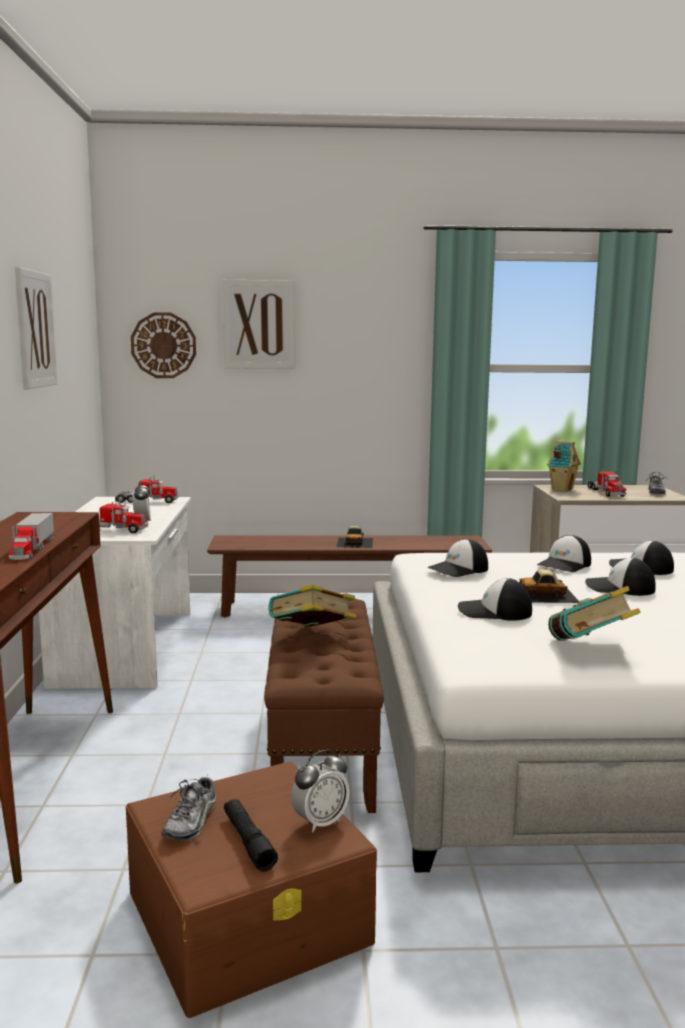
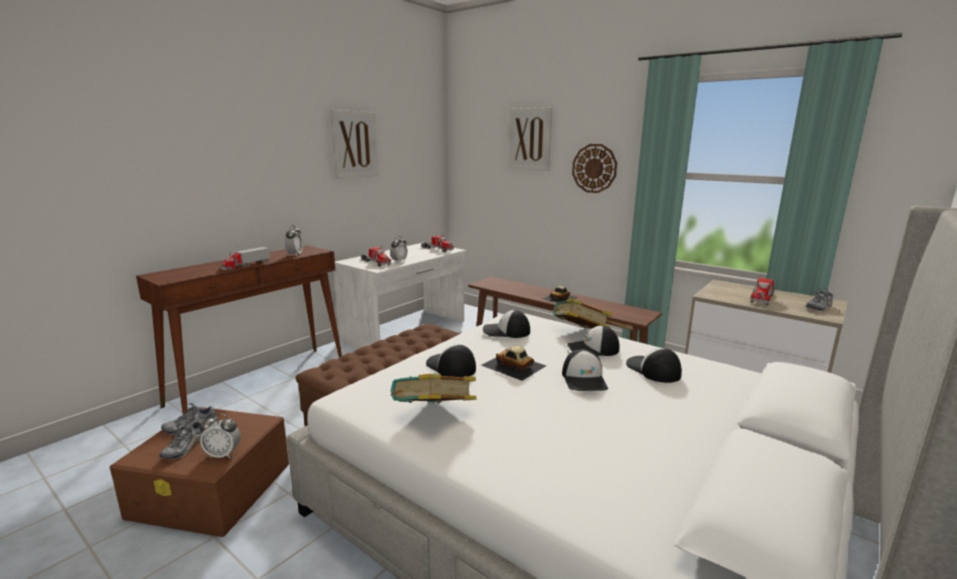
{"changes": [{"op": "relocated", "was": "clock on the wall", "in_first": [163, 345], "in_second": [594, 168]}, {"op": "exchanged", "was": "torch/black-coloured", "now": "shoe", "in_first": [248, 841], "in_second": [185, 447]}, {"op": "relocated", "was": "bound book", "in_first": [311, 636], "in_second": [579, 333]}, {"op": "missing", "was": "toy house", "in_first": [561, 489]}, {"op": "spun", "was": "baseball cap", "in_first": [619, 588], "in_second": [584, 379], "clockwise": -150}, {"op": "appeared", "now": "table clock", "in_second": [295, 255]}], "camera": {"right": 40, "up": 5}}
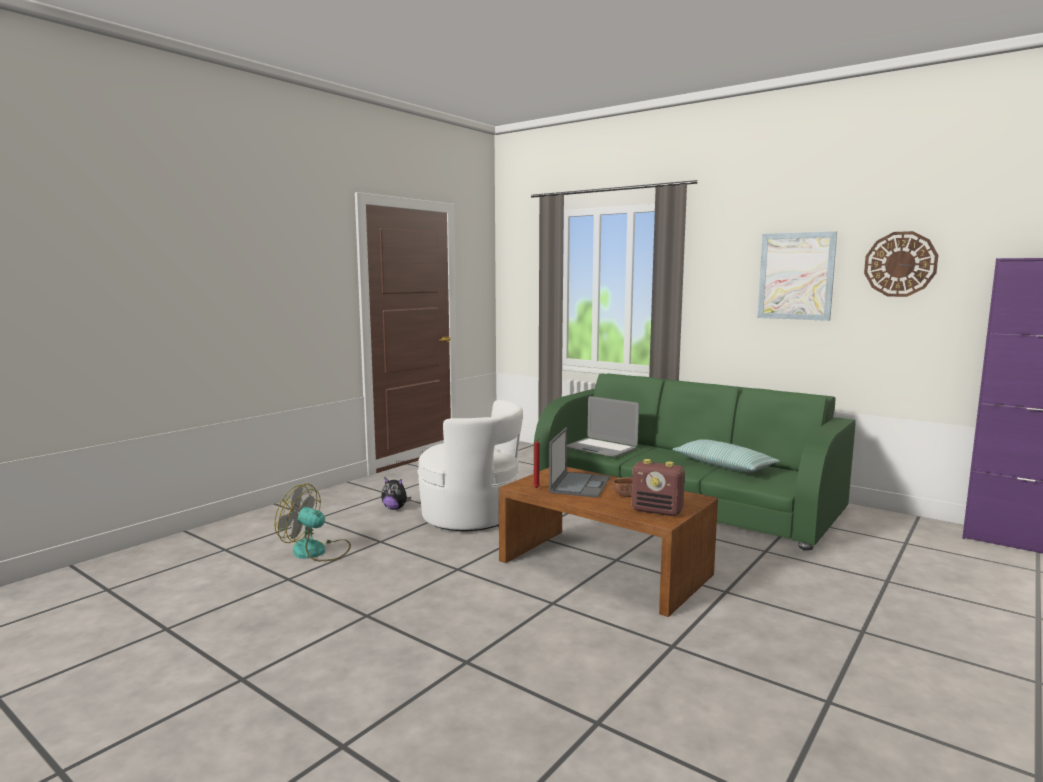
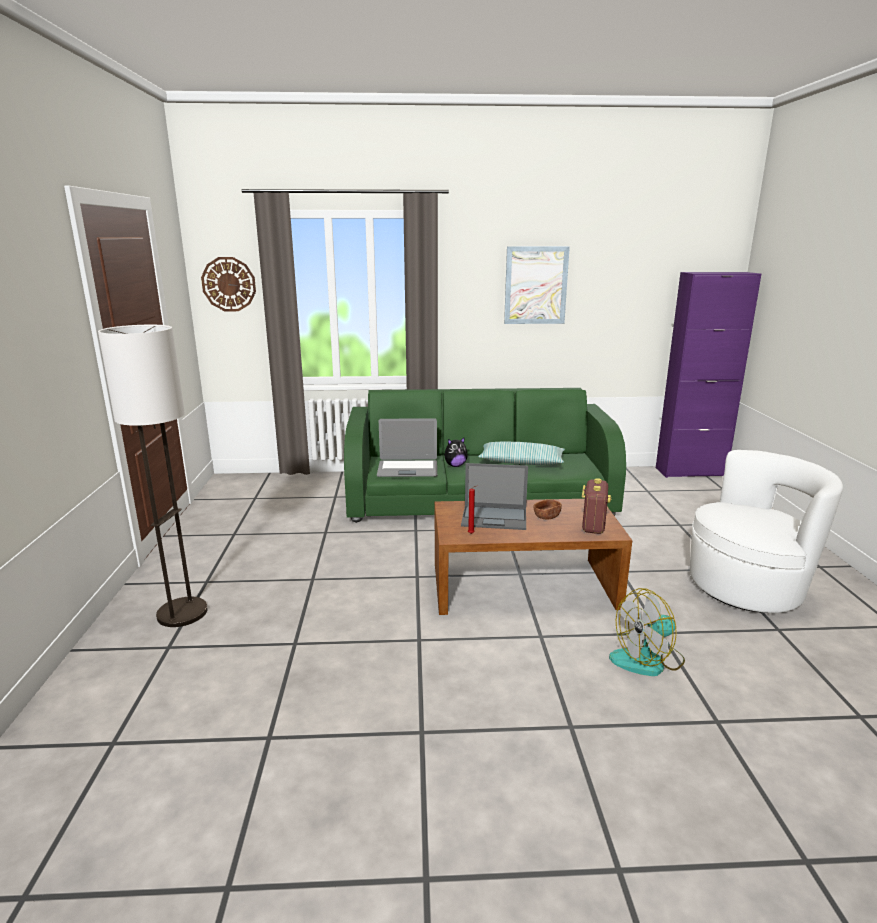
{"changes": [{"op": "relocated", "was": "electric fan", "in_first": [317, 551], "in_second": [647, 660]}, {"op": "relocated", "was": "cuddly toy", "in_first": [395, 508], "in_second": [455, 465]}, {"op": "relocated", "was": "armchair/whitish", "in_first": [471, 516], "in_second": [747, 586]}, {"op": "spun", "was": "portable computer", "in_first": [580, 484], "in_second": [495, 518], "clockwise": 120}, {"op": "spun", "was": "radio receiver", "in_first": [657, 511], "in_second": [593, 525], "clockwise": -60}, {"op": "relocated", "was": "clock on the wall", "in_first": [900, 264], "in_second": [229, 284]}, {"op": "appeared", "now": "standing lamp", "in_second": [182, 613]}], "camera": {"right": -40, "up": 10}}
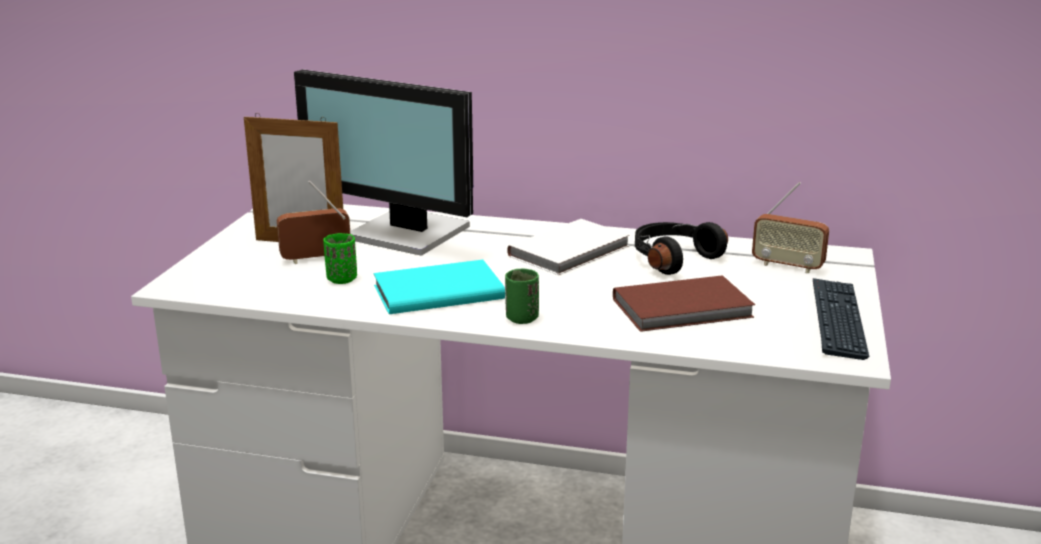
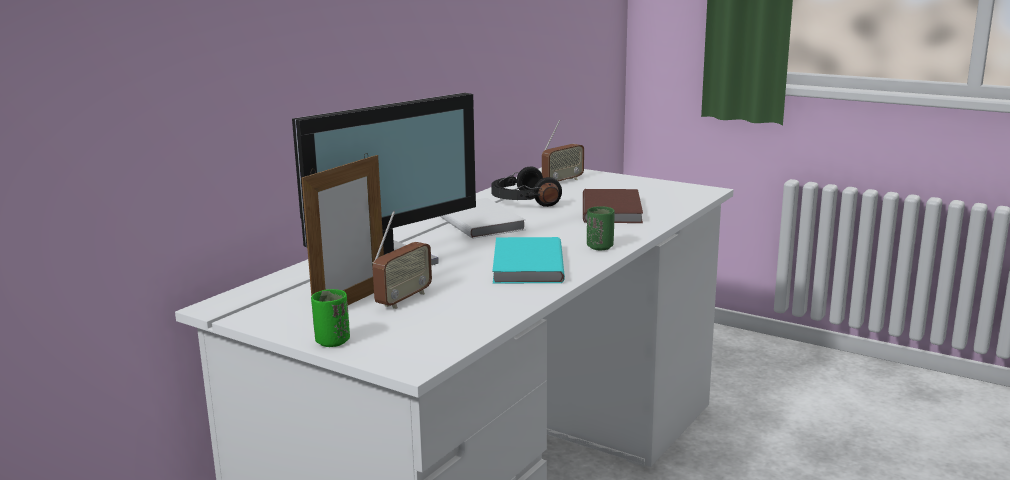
{"changes": [{"op": "spun", "was": "radio receiver", "in_first": [316, 259], "in_second": [403, 299], "clockwise": -150}, {"op": "relocated", "was": "drinking cup/green", "in_first": [342, 279], "in_second": [332, 341]}, {"op": "missing", "was": "computer keyboard", "in_first": [838, 319]}], "camera": {"right": -70, "up": -5}}
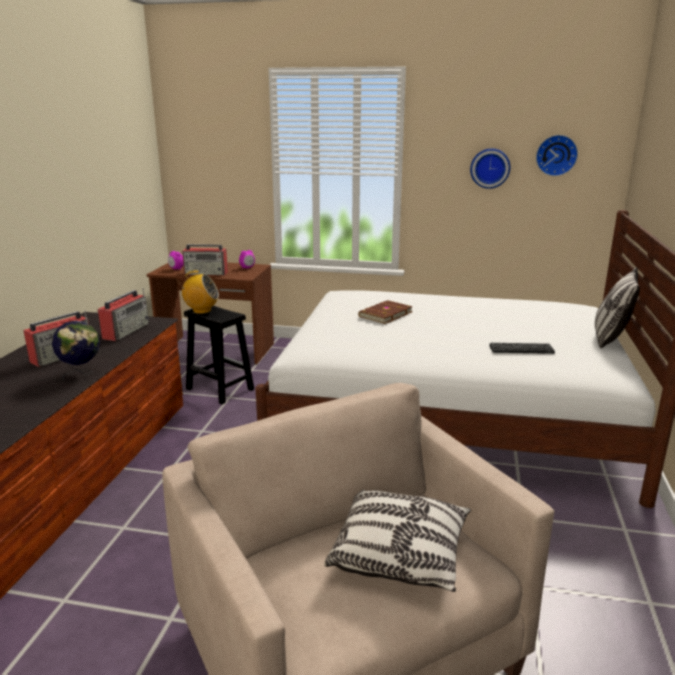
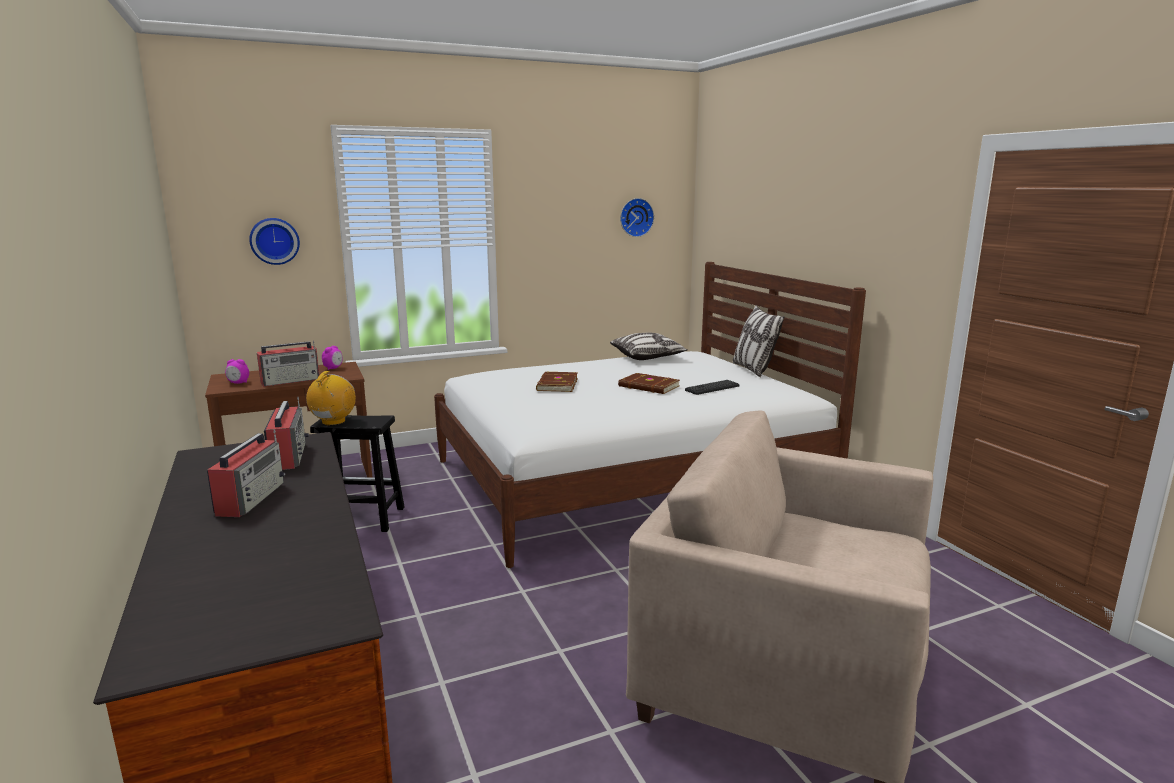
{"changes": [{"op": "missing", "was": "world globe", "in_first": [81, 374]}, {"op": "spun", "was": "radio receiver", "in_first": [201, 311], "in_second": [333, 422], "clockwise": -45}, {"op": "relocated", "was": "cushion", "in_first": [400, 554], "in_second": [648, 357]}, {"op": "relocated", "was": "clock on the wall", "in_first": [490, 168], "in_second": [274, 241]}, {"op": "appeared", "now": "bound book/brown-coloured", "in_second": [648, 386]}], "camera": {"right": -35, "up": -5}}
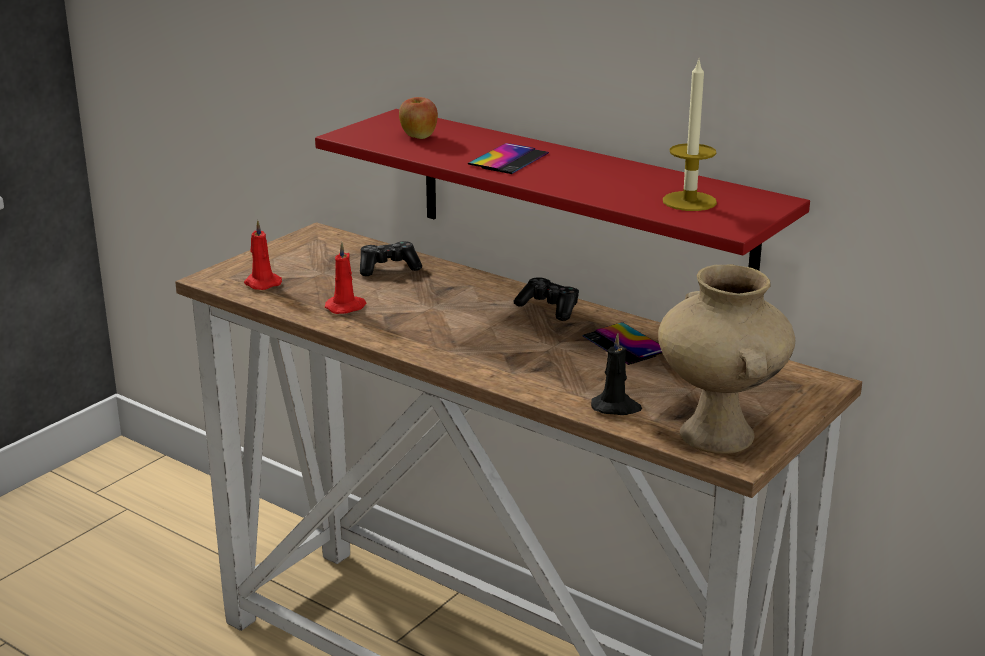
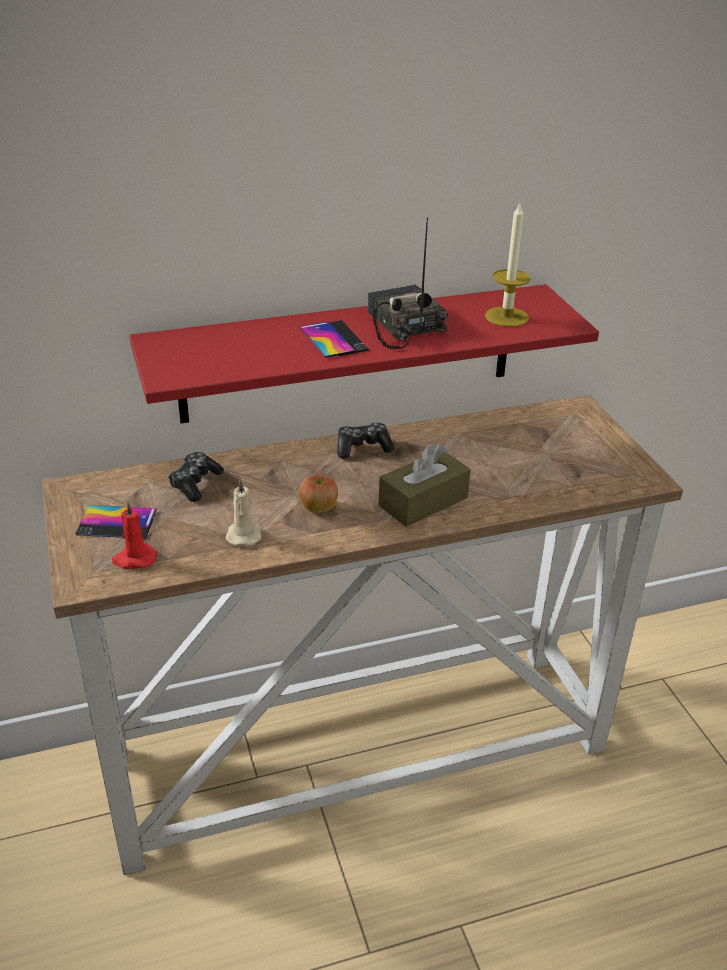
{"changes": [{"op": "colour", "was": "wax candle/red", "now": "wax candle/beige", "in_first": [346, 307], "in_second": [244, 534]}, {"op": "relocated", "was": "whole apple", "in_first": [418, 136], "in_second": [318, 509]}, {"op": "relocated", "was": "handset", "in_first": [625, 344], "in_second": [116, 522]}, {"op": "missing", "was": "wax candle/black-coloured", "in_first": [616, 407]}, {"op": "missing", "was": "vase/beige", "in_first": [719, 435]}, {"op": "appeared", "now": "radio receiver", "in_second": [402, 326]}, {"op": "appeared", "now": "box of tissues/brown-coloured", "in_second": [423, 502]}], "camera": {"right": -55, "up": 10}}
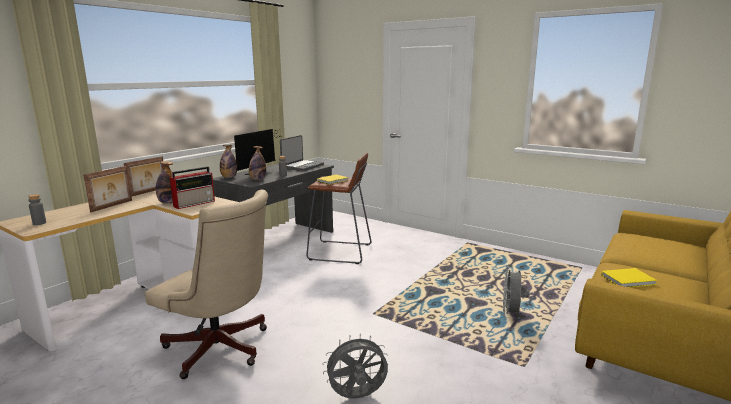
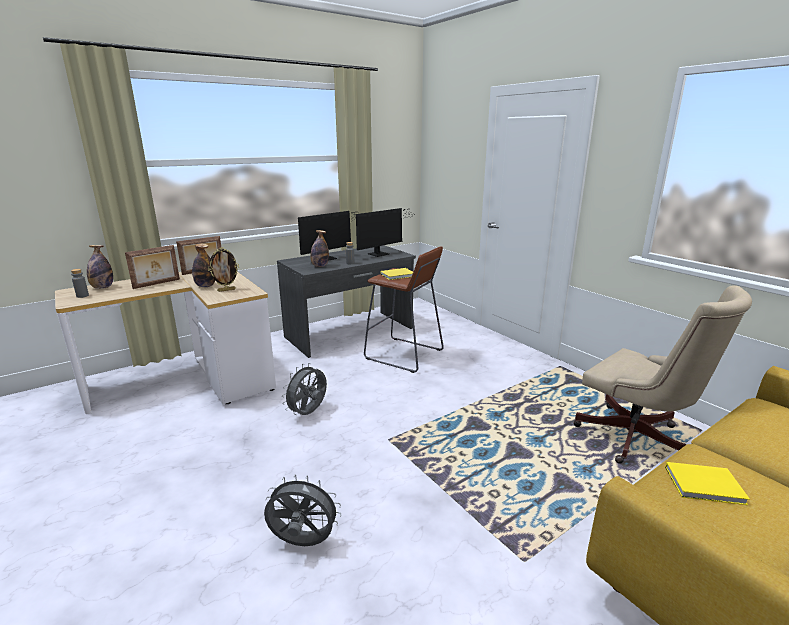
{"changes": [{"op": "relocated", "was": "desk chair/beige", "in_first": [221, 350], "in_second": [637, 440]}, {"op": "exchanged", "was": "radio receiver", "now": "photo frame", "in_first": [195, 203], "in_second": [226, 290]}, {"op": "relocated", "was": "beverage bottle", "in_first": [229, 177], "in_second": [102, 287]}, {"op": "exchanged", "was": "portable computer", "now": "monitor", "in_first": [302, 166], "in_second": [381, 253]}, {"op": "relocated", "was": "electric fan/grey", "in_first": [511, 314], "in_second": [308, 413]}], "camera": {"right": 20, "up": 5}}
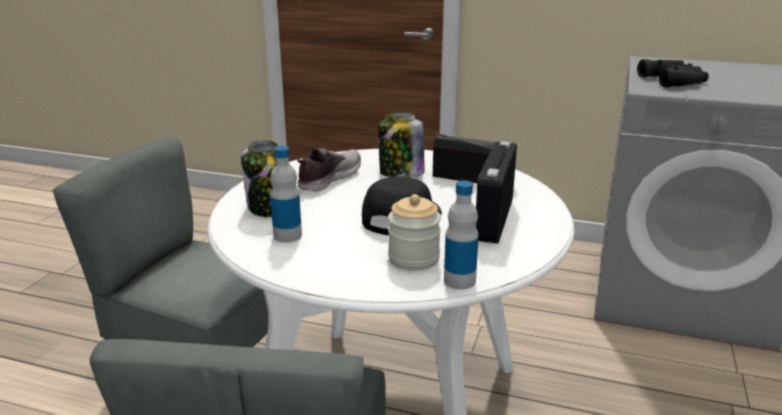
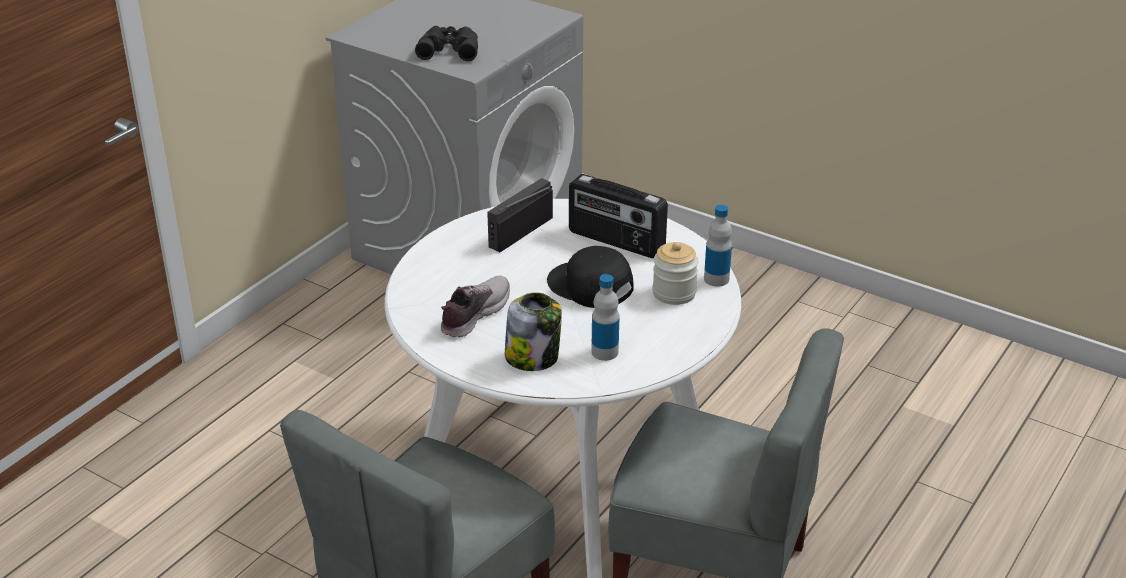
{"changes": [{"op": "spun", "was": "shoe", "in_first": [328, 179], "in_second": [473, 315], "clockwise": 75}, {"op": "missing", "was": "preserve jar", "in_first": [400, 173]}], "camera": {"right": -75, "up": 10}}
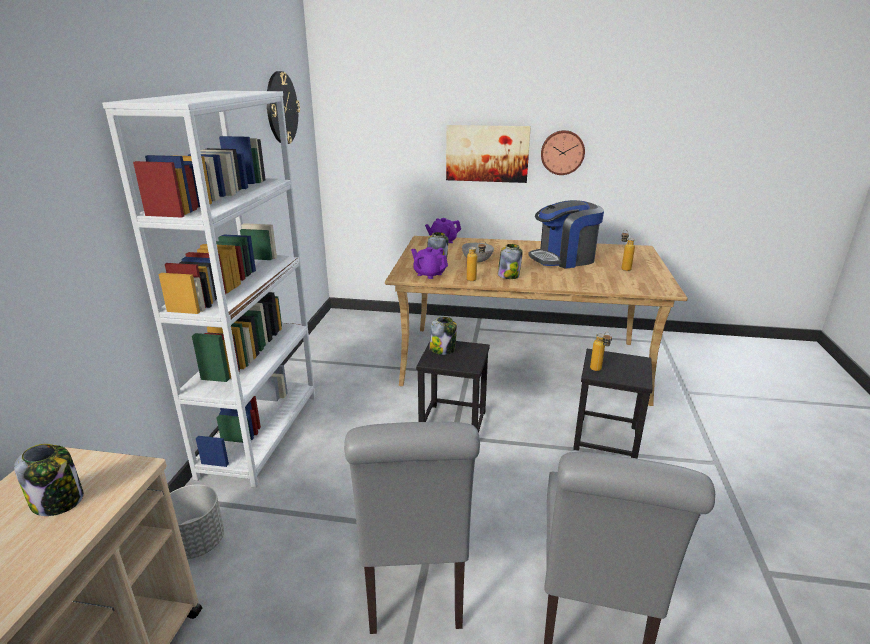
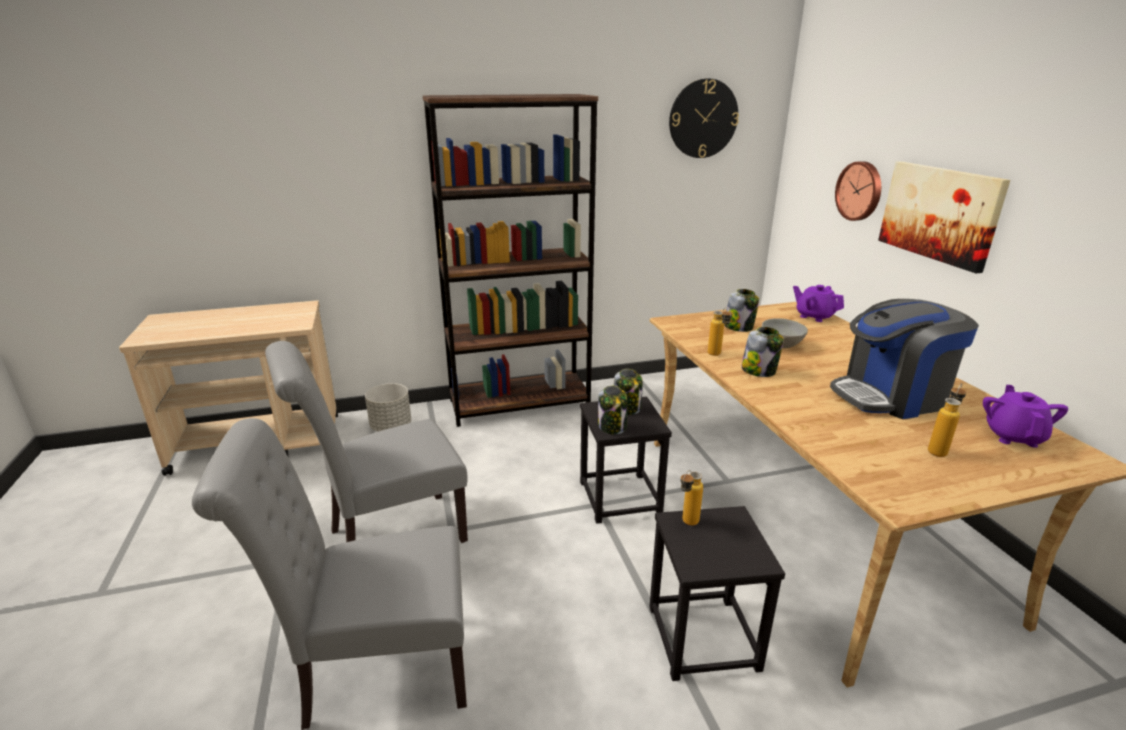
{"changes": [{"op": "relocated", "was": "preserve jar", "in_first": [58, 501], "in_second": [612, 427]}, {"op": "colour", "was": "shelving unit/whitish", "now": "shelving unit/brown-coloured", "in_first": [261, 434], "in_second": [520, 404]}, {"op": "relocated", "was": "teapot/purple-coloured", "in_first": [429, 274], "in_second": [1013, 436]}, {"op": "spun", "was": "coffee machine", "in_first": [564, 259], "in_second": [891, 396], "clockwise": -60}, {"op": "relocated", "was": "clock on the wall", "in_first": [562, 152], "in_second": [860, 191]}], "camera": {"right": 65, "up": 0}}
